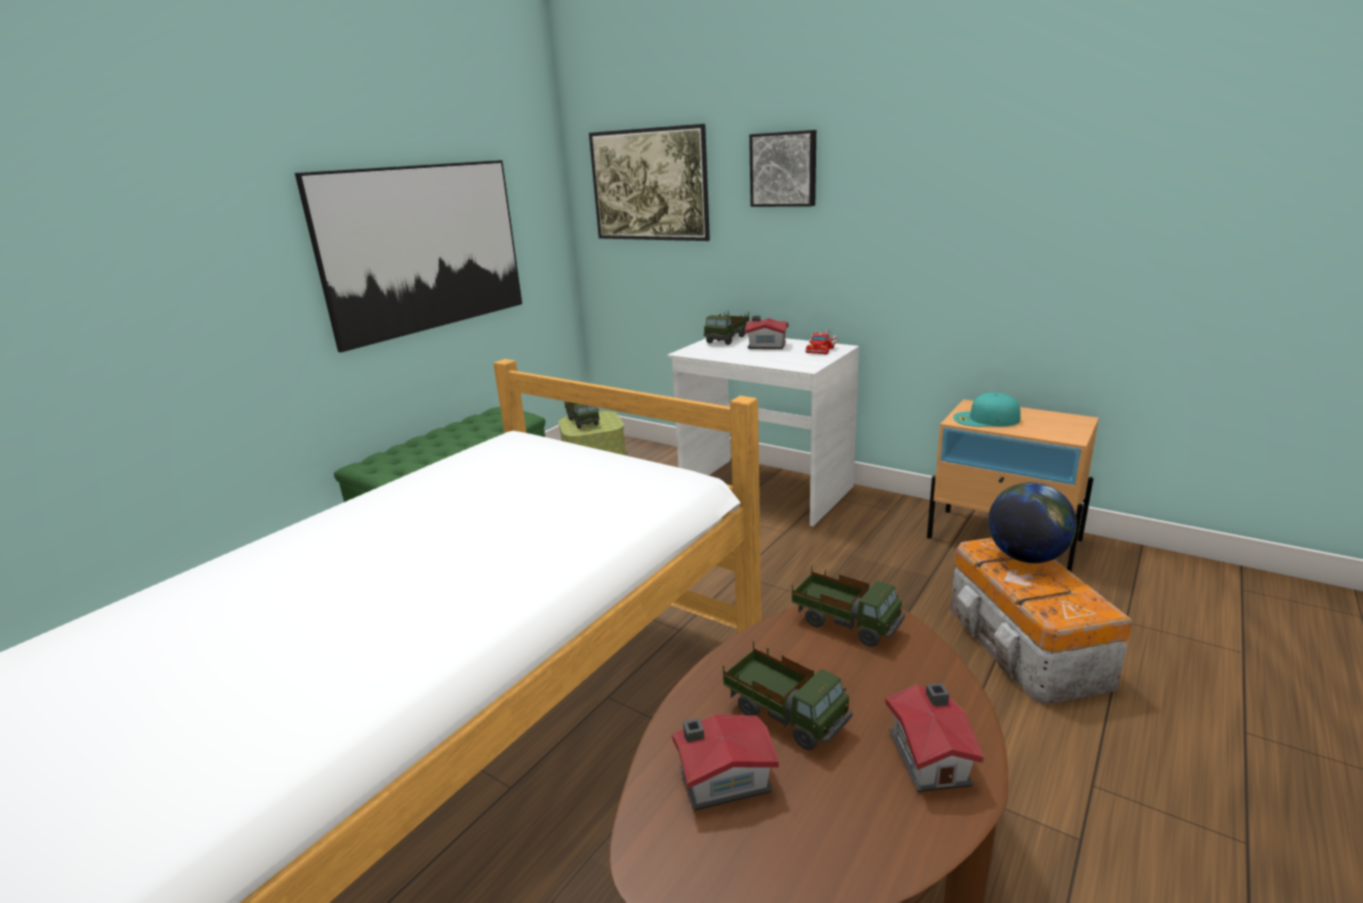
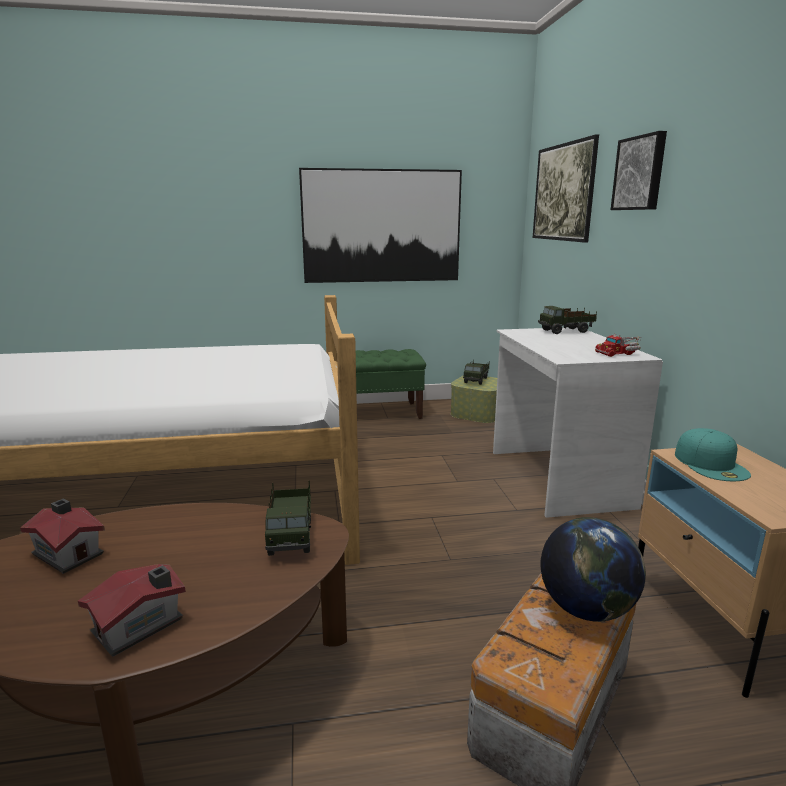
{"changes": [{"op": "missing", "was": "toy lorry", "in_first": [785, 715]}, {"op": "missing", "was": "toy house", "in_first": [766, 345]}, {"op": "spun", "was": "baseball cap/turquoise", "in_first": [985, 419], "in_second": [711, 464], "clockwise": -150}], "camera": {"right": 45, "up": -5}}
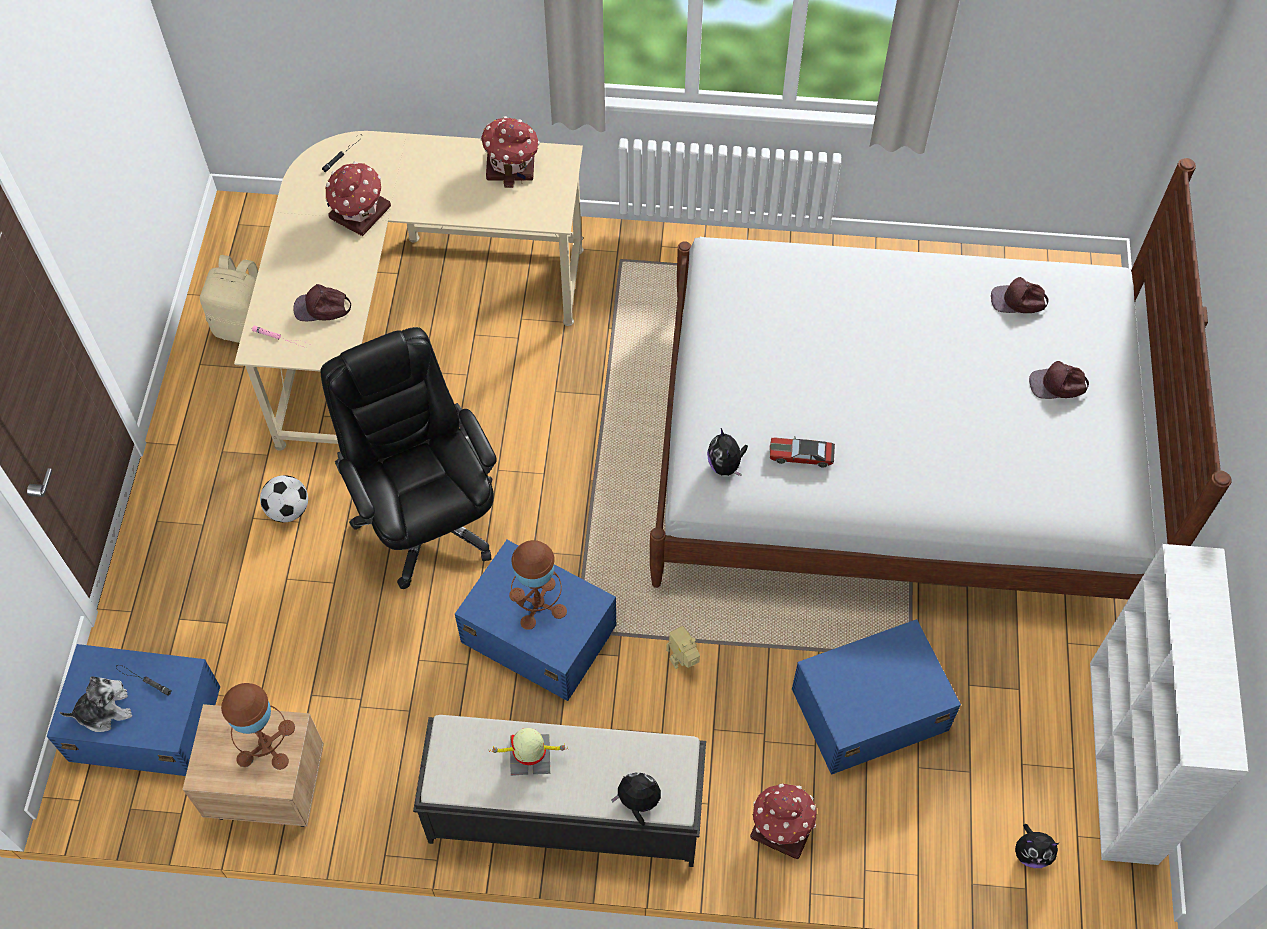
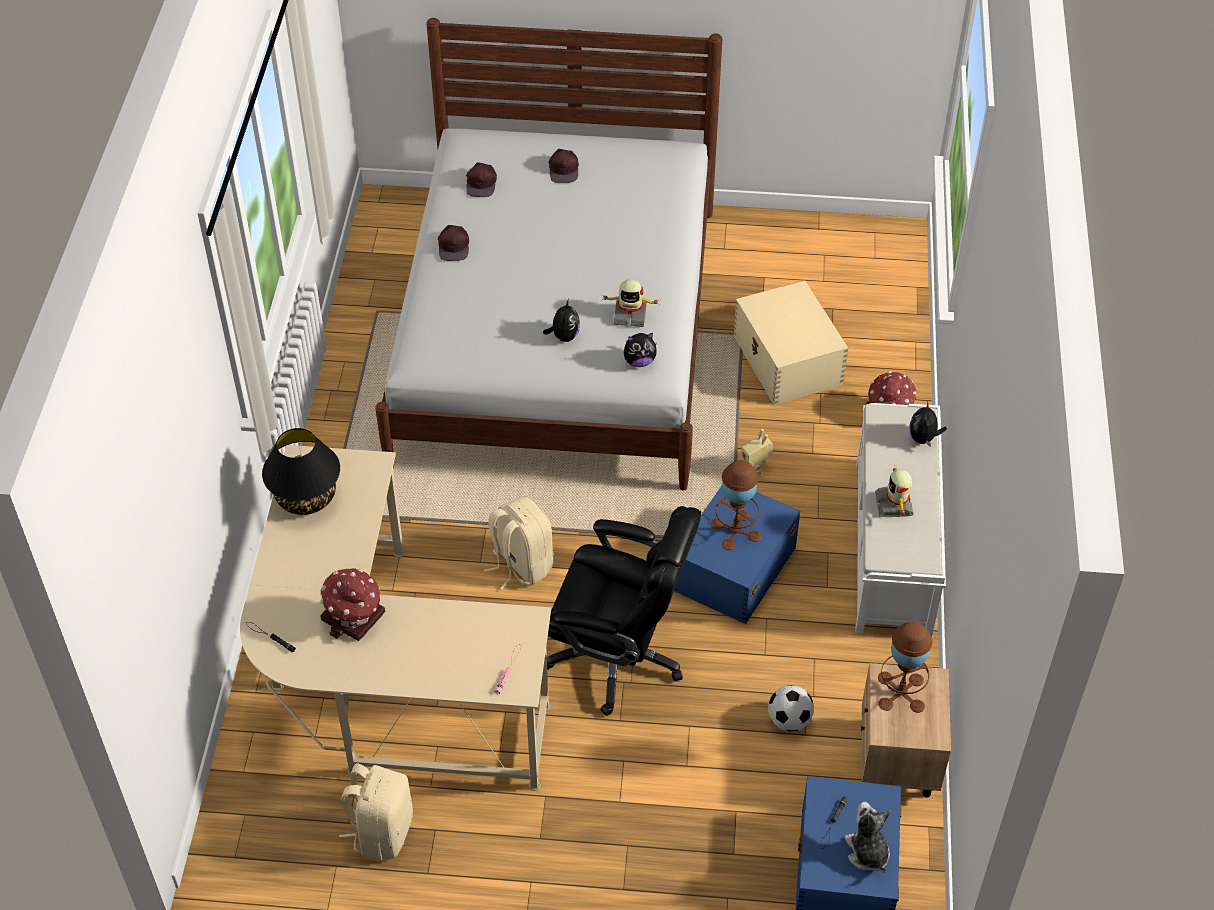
{"changes": [{"op": "relocated", "was": "football ball", "in_first": [288, 510], "in_second": [789, 721]}, {"op": "relocated", "was": "baseball cap/brown-coloured", "in_first": [322, 308], "in_second": [454, 245]}, {"op": "spun", "was": "desk chair/black-coloured", "in_first": [426, 518], "in_second": [619, 656], "clockwise": -135}, {"op": "colour", "was": "long seat/black-coloured", "now": "long seat/whitish", "in_first": [563, 811], "in_second": [892, 548]}, {"op": "exchanged", "was": "toy house", "now": "table lamp/black-coloured", "in_first": [512, 165], "in_second": [306, 497]}, {"op": "exchanged", "was": "toy car", "now": "model robot", "in_first": [800, 455], "in_second": [630, 315]}, {"op": "colour", "was": "storage container/blue-coloured", "now": "storage container/beige", "in_first": [867, 709], "in_second": [787, 361]}, {"op": "relocated", "was": "cuddly toy", "in_first": [1031, 853], "in_second": [564, 336]}, {"op": "missing", "was": "shelving unit/whitish", "in_first": [1123, 762]}, {"op": "appeared", "now": "rucksack/beige", "in_second": [521, 564]}], "camera": {"right": -90, "up": -10}}
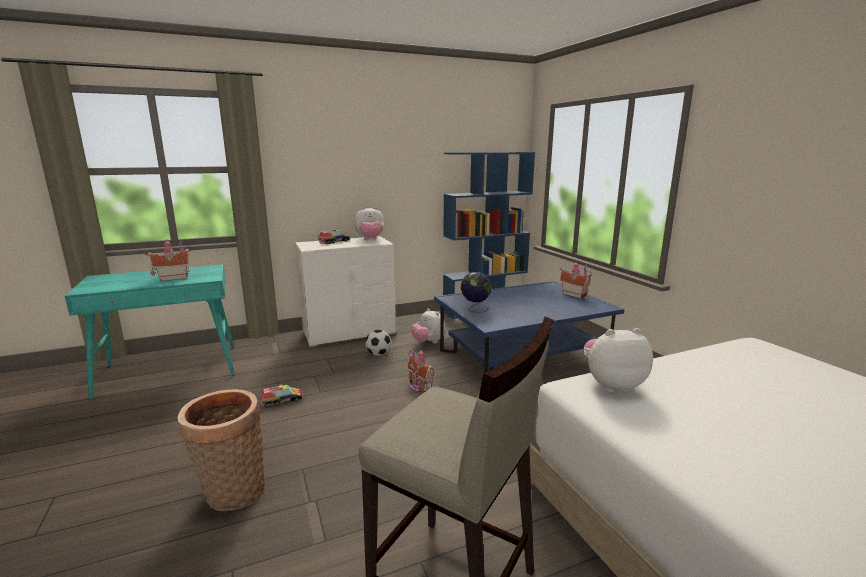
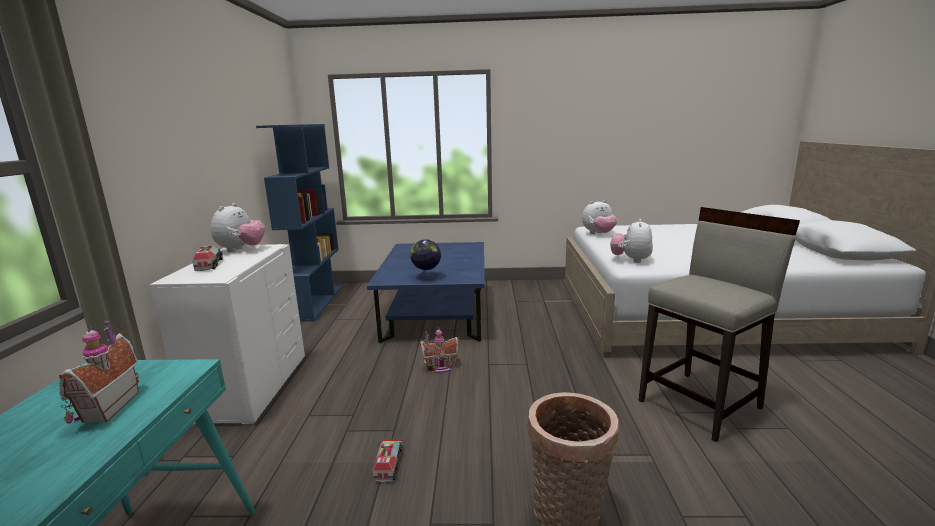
{"changes": [{"op": "missing", "was": "football ball", "in_first": [378, 354]}, {"op": "relocated", "was": "cuddly toy", "in_first": [429, 342], "in_second": [598, 234]}, {"op": "missing", "was": "toy house", "in_first": [574, 294]}], "camera": {"right": -65, "up": 0}}
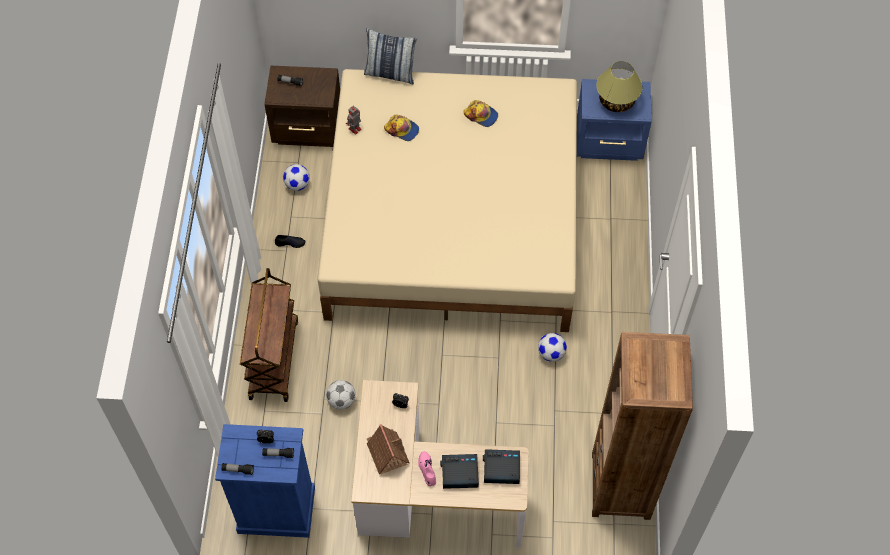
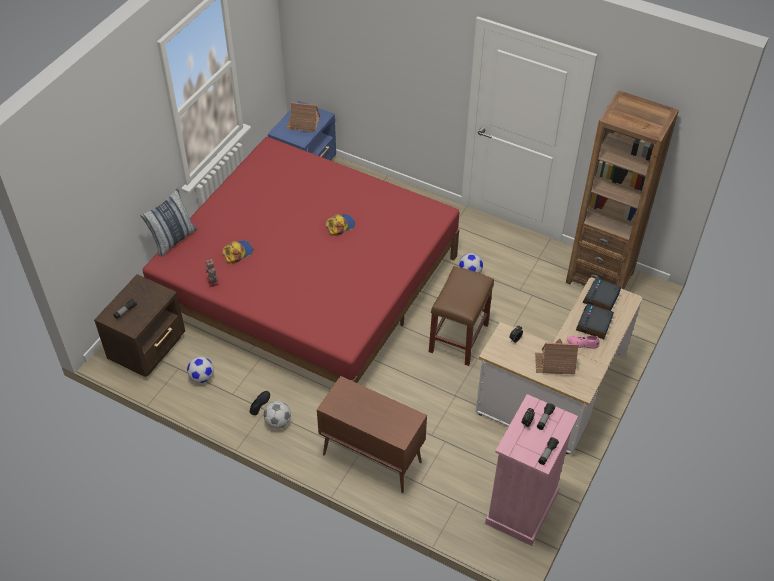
{"changes": [{"op": "colour", "was": "dresser/blue-coloured", "now": "dresser/pinkish", "in_first": [276, 510], "in_second": [522, 508]}, {"op": "exchanged", "was": "cart/brown-coloured", "now": "storage cabinet/brown-coloured", "in_first": [273, 358], "in_second": [371, 458]}, {"op": "colour", "was": "sleeping bed/beige", "now": "sleeping bed/red", "in_first": [453, 217], "in_second": [308, 284]}, {"op": "relocated", "was": "football ball", "in_first": [341, 400], "in_second": [278, 422]}, {"op": "relocated", "was": "baseball cap", "in_first": [481, 115], "in_second": [340, 226]}, {"op": "exchanged", "was": "table lamp", "now": "toy house", "in_first": [616, 102], "in_second": [303, 124]}, {"op": "appeared", "now": "stool seat/brown-coloured", "in_second": [458, 337]}], "camera": {"right": -65, "up": -10}}
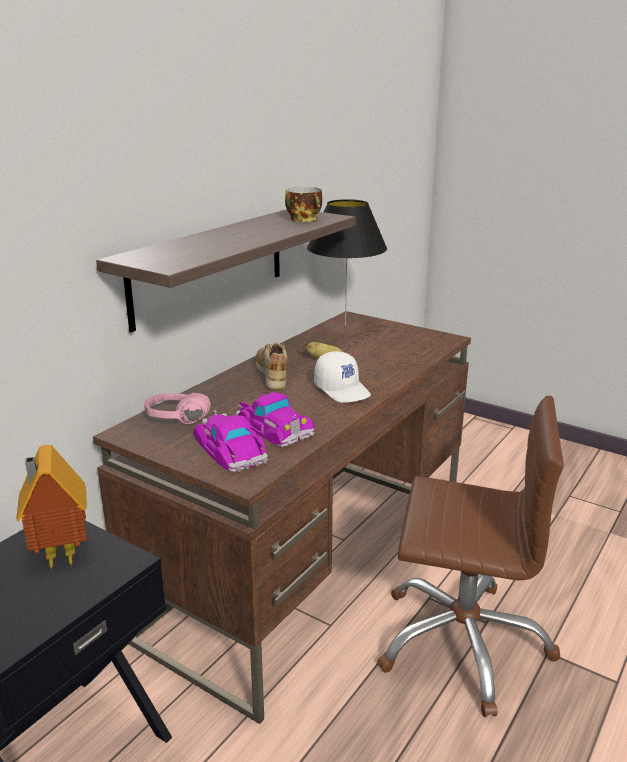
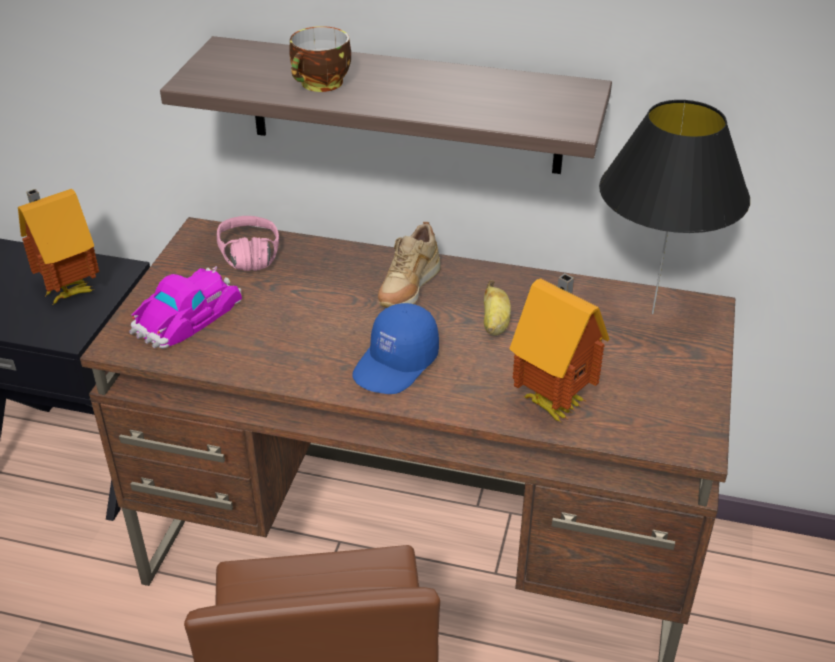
{"changes": [{"op": "missing", "was": "toy car", "in_first": [273, 427]}, {"op": "spun", "was": "shoe/beige", "in_first": [272, 376], "in_second": [408, 291], "clockwise": 150}, {"op": "relocated", "was": "drinking cup", "in_first": [305, 219], "in_second": [321, 84]}, {"op": "colour", "was": "baseball cap/whitish", "now": "baseball cap/blue-coloured", "in_first": [343, 390], "in_second": [397, 364]}, {"op": "appeared", "now": "toy house", "in_second": [554, 402]}], "camera": {"right": 70, "up": 15}}
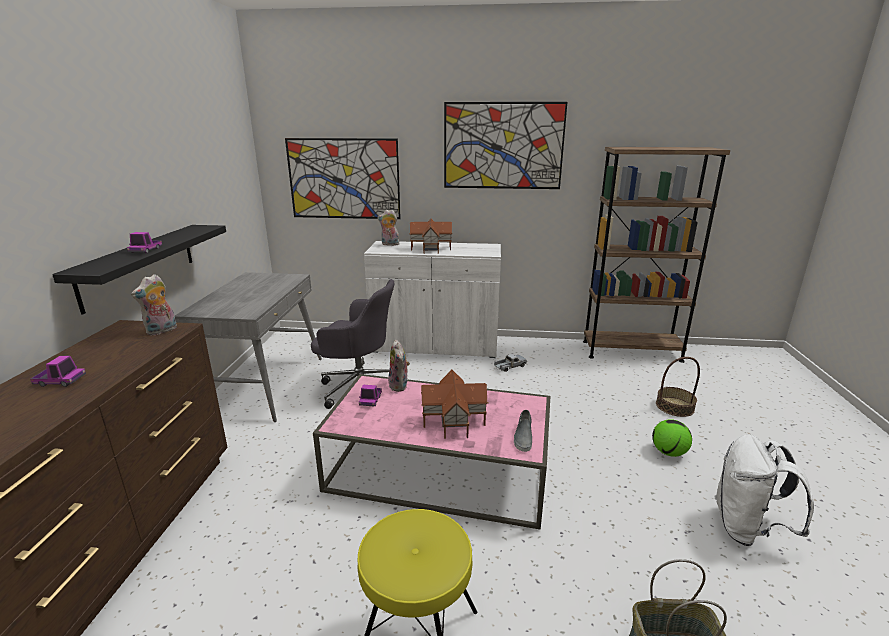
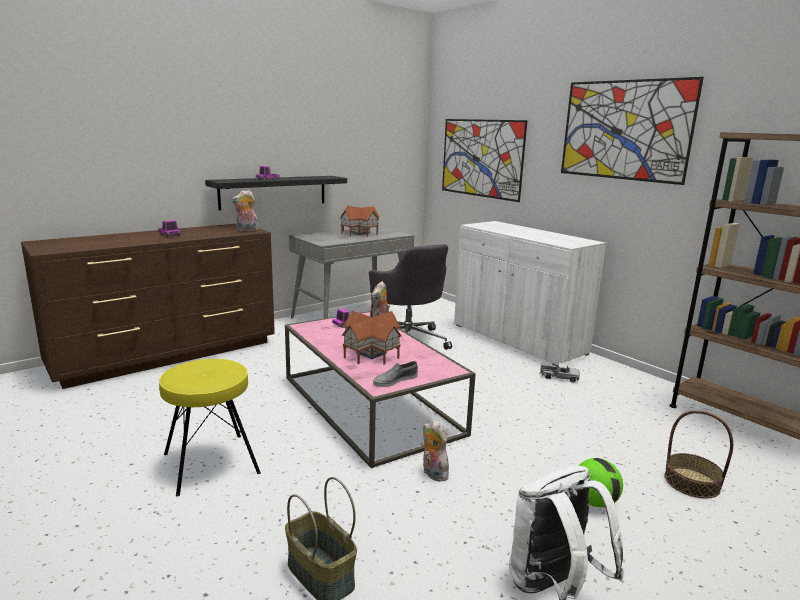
{"changes": [{"op": "relocated", "was": "cuddly toy", "in_first": [389, 244], "in_second": [432, 473]}, {"op": "relocated", "was": "toy house", "in_first": [430, 248], "in_second": [359, 233]}], "camera": {"right": 45, "up": -5}}
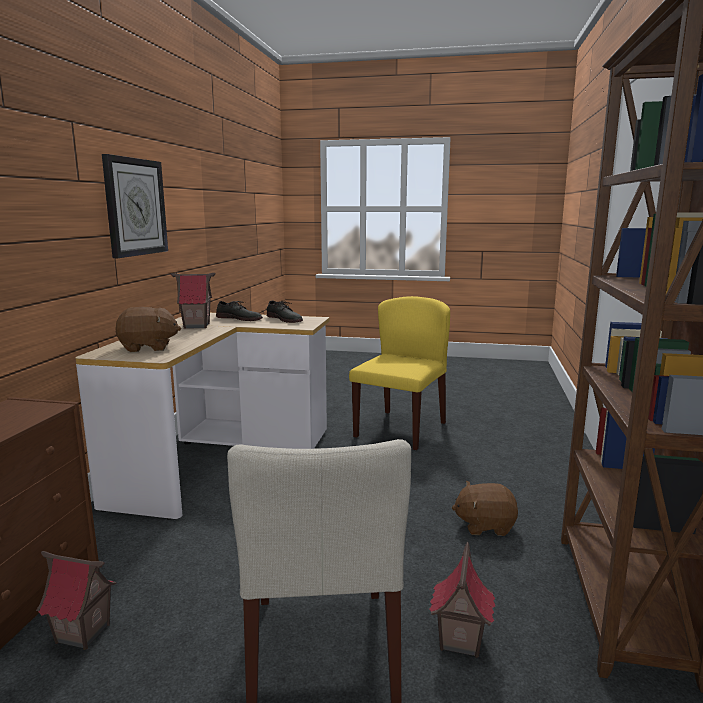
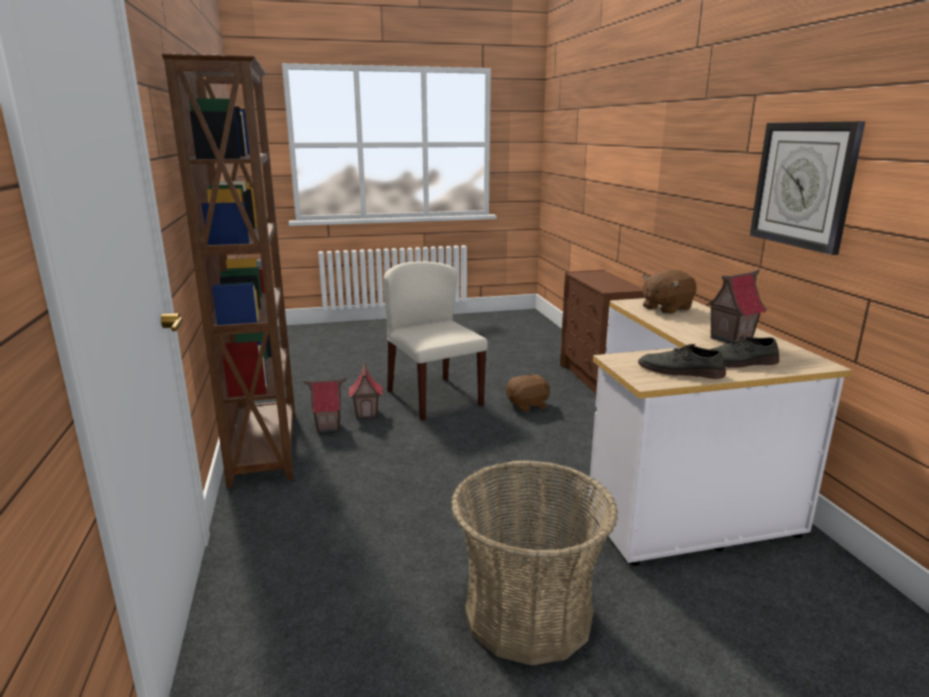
{"changes": [{"op": "relocated", "was": "toy house", "in_first": [82, 634], "in_second": [328, 427]}, {"op": "exchanged", "was": "plain chair/yellow", "now": "storage basket", "in_first": [400, 429], "in_second": [528, 614]}, {"op": "relocated", "was": "cuddly toy/brown-coloured", "in_first": [485, 525], "in_second": [528, 405]}], "camera": {"right": 155, "up": 5}}
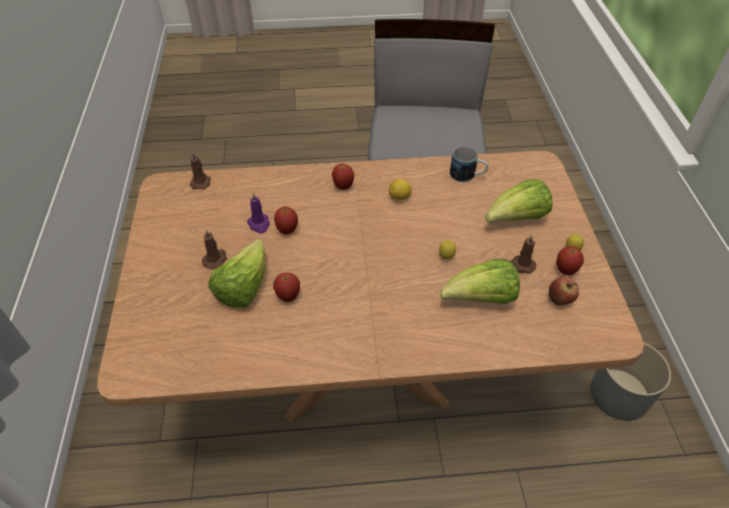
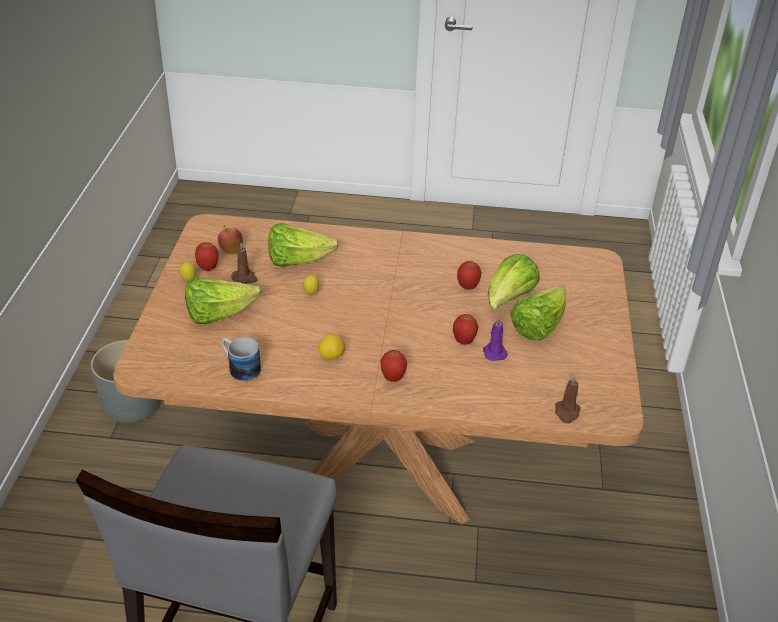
{"changes": [{"op": "exchanged", "was": "wax candle/brown-coloured", "now": "head of lettuce", "in_first": [215, 259], "in_second": [538, 327]}], "camera": {"right": -170, "up": -10}}
